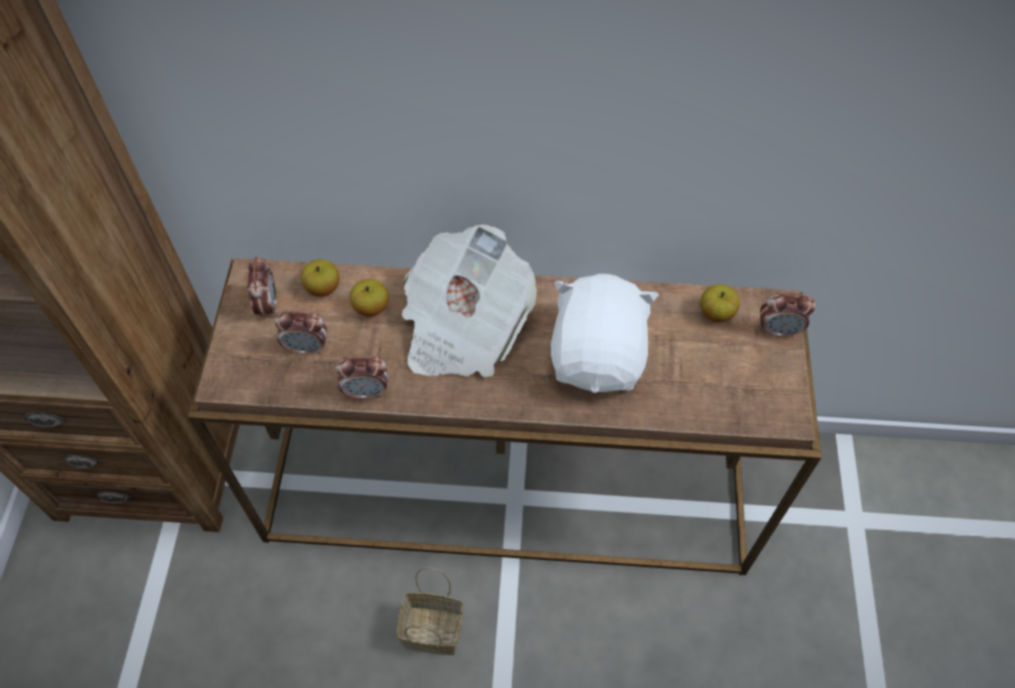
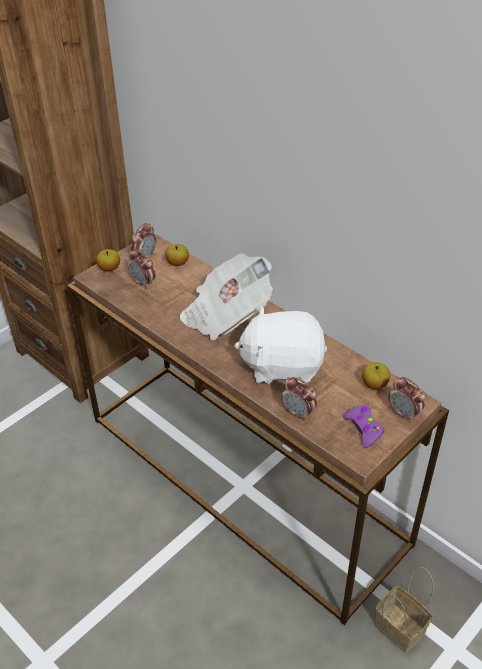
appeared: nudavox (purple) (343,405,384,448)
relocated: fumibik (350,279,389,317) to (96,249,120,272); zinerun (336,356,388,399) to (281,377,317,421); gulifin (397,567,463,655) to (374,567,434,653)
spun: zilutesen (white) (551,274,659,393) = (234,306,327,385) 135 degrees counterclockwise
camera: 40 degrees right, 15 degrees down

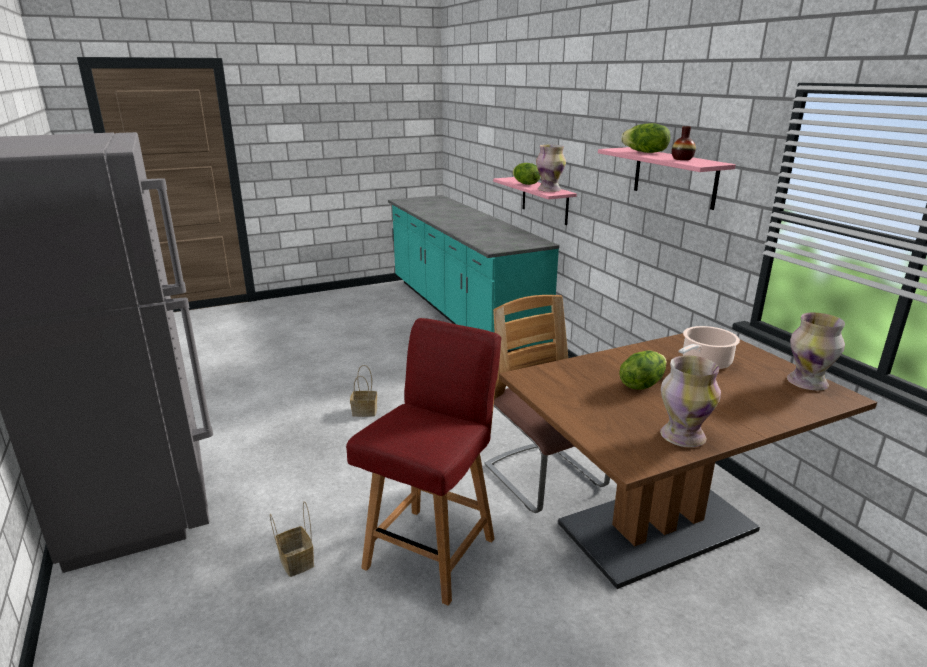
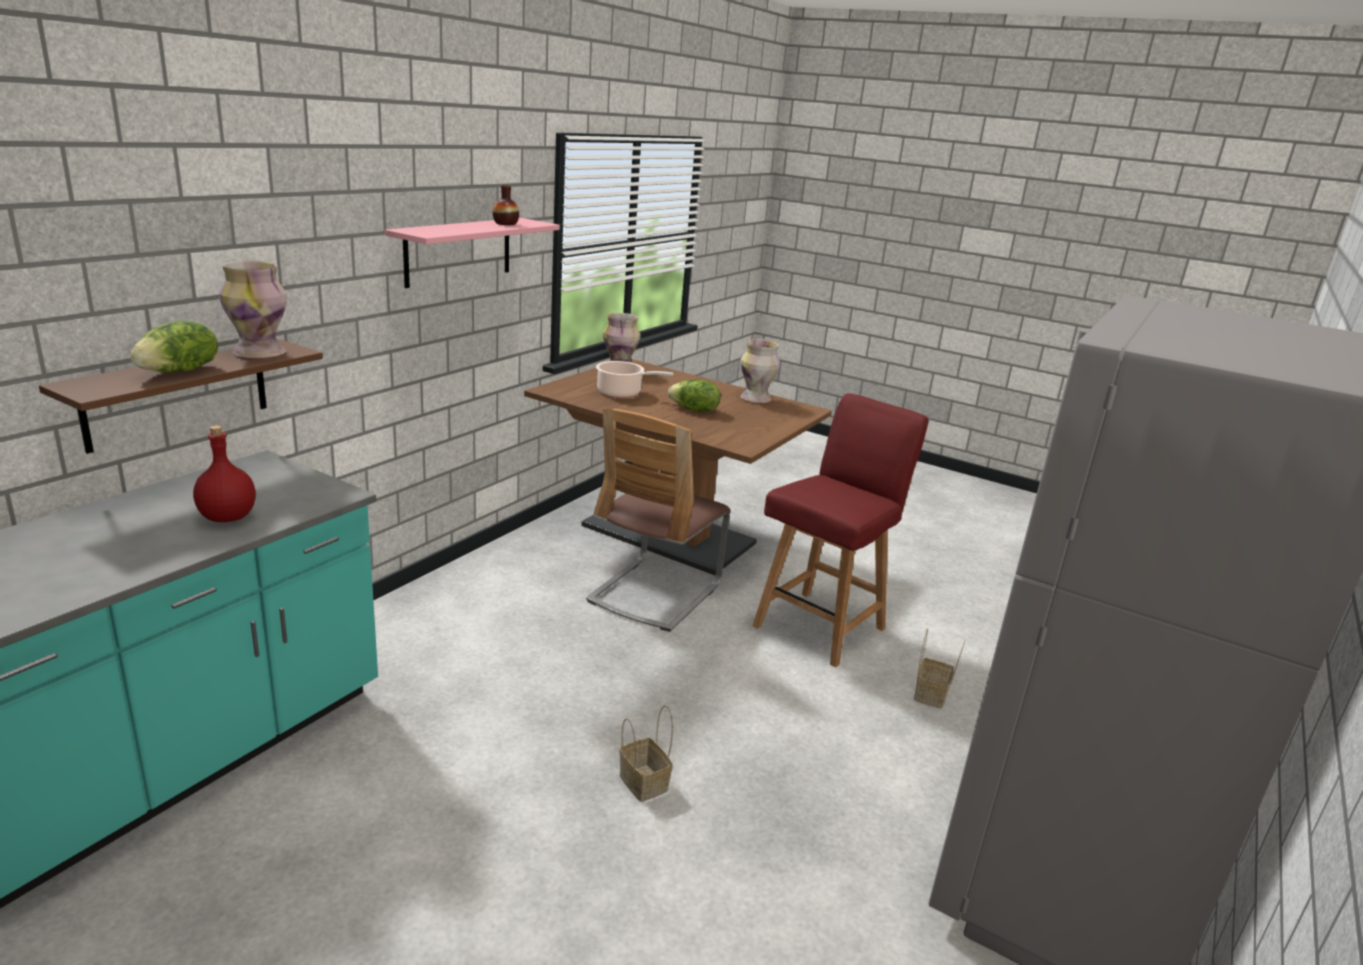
missing: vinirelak (621,123,671,153)
appeared: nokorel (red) (193,425,256,522)
colour: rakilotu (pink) (493,177,577,225) to rakilotu (brown) (39,340,323,454)
spun: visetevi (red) (346,318,502,606) = (753,393,929,668) 135 degrees clockwise
camera: 125 degrees left, 0 degrees up

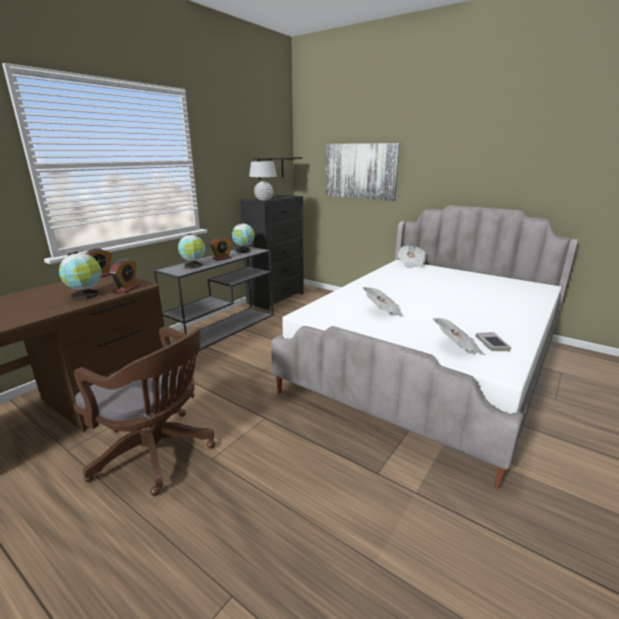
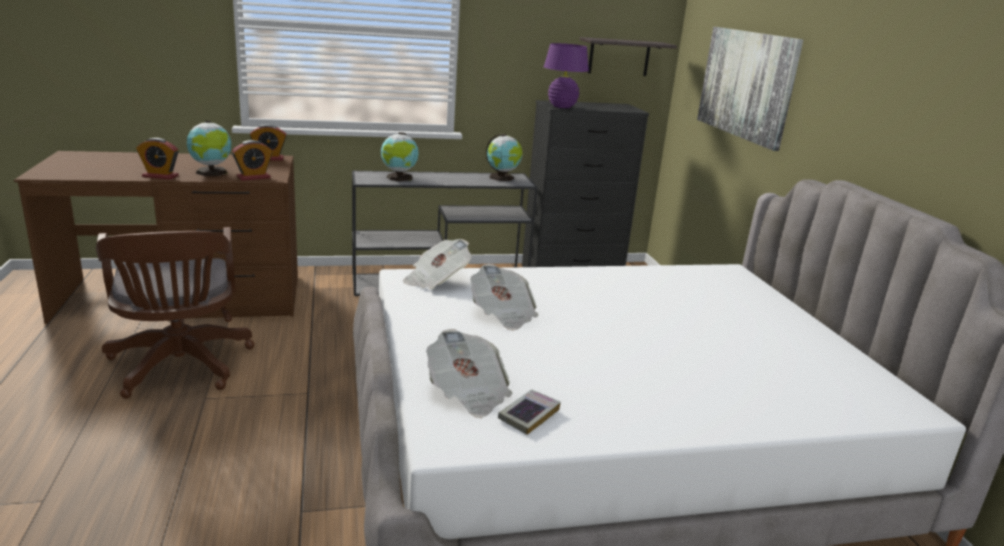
relocated: zinerun (210,237,232,260) to (136,138,179,180); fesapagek (397,245,426,268) to (403,239,472,289)
colour: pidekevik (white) (249,161,277,201) to pidekevik (purple) (544,43,589,108)
camera: 40 degrees right, 0 degrees up

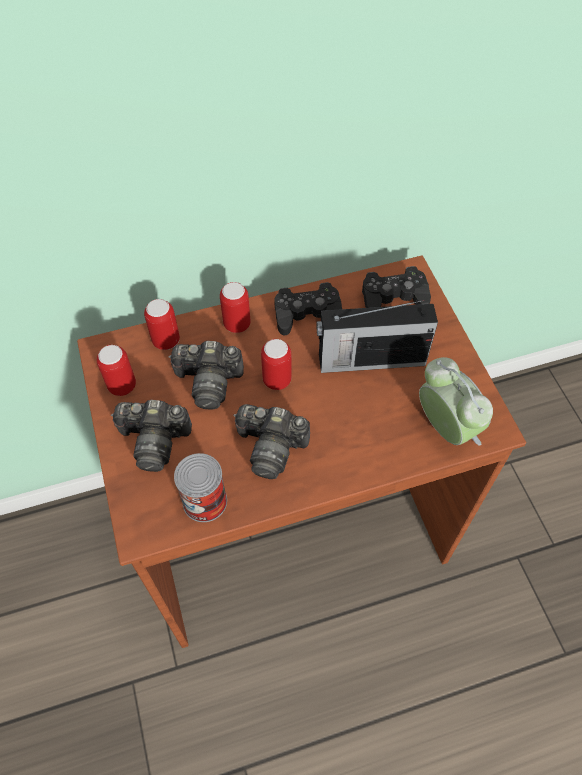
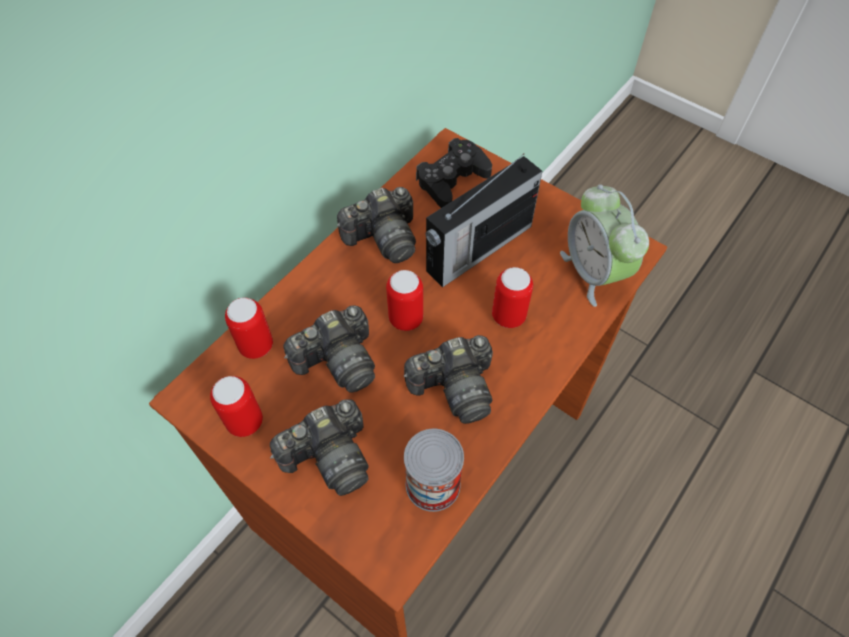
relocated: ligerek (220,282,251,333) to (492,267,533,328)
exchanged: nudavox (black) (274,282,342,336) to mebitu (337,187,416,263)
spun: zinerun (419,357,493,446) = (560,184,649,307) 135 degrees counterclockwise
camera: 35 degrees left, 0 degrees up

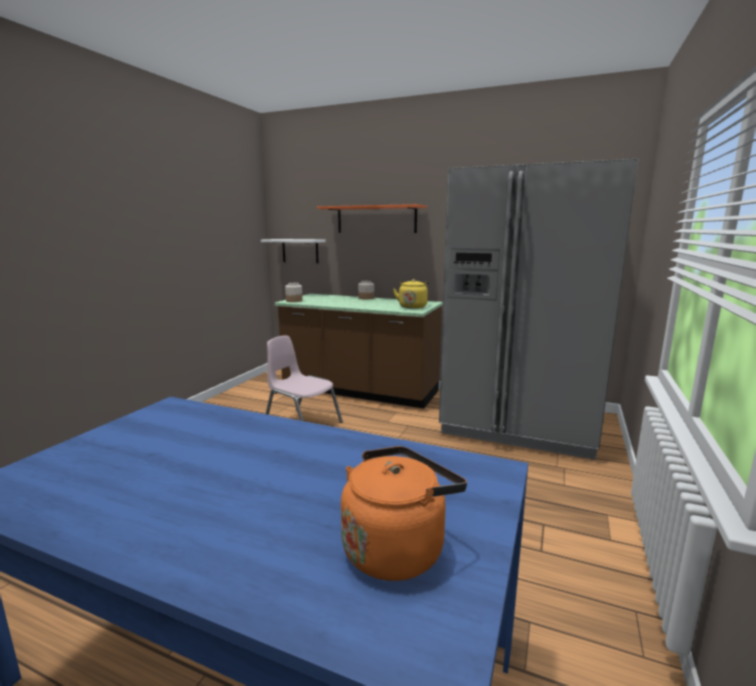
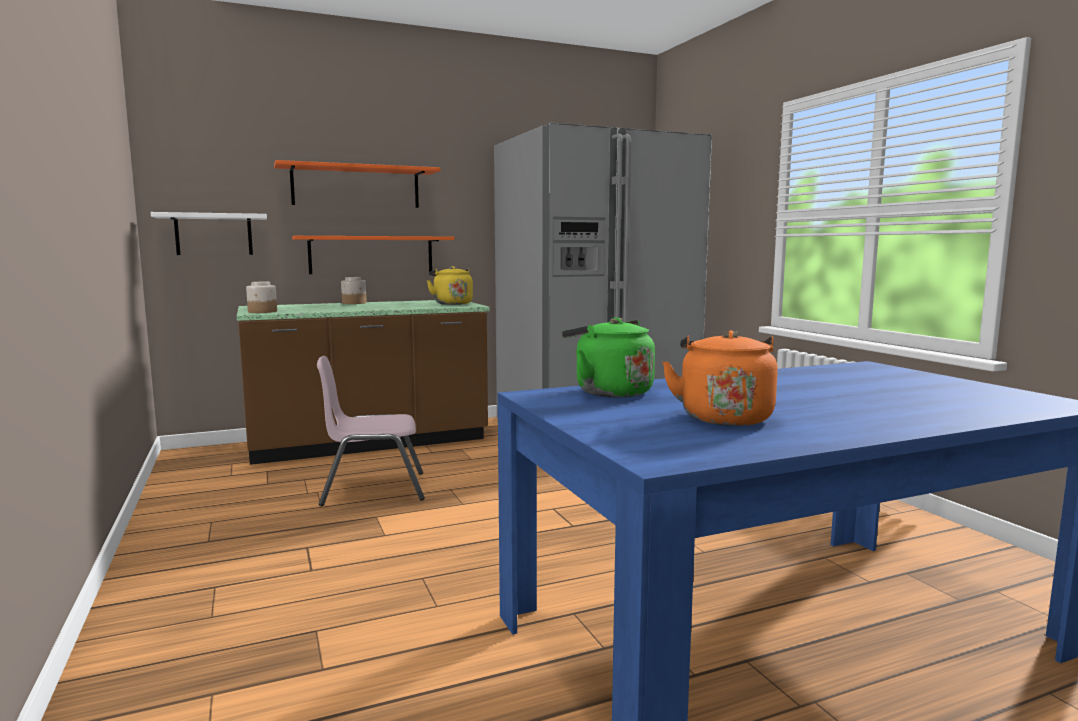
appeared: rakilotu (orange) (292,236,454,274); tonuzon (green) (562,317,655,398)
relocated: tonuzon (orange) (341,446,467,581) to (662,330,778,426)
camera: 45 degrees left, 5 degrees down

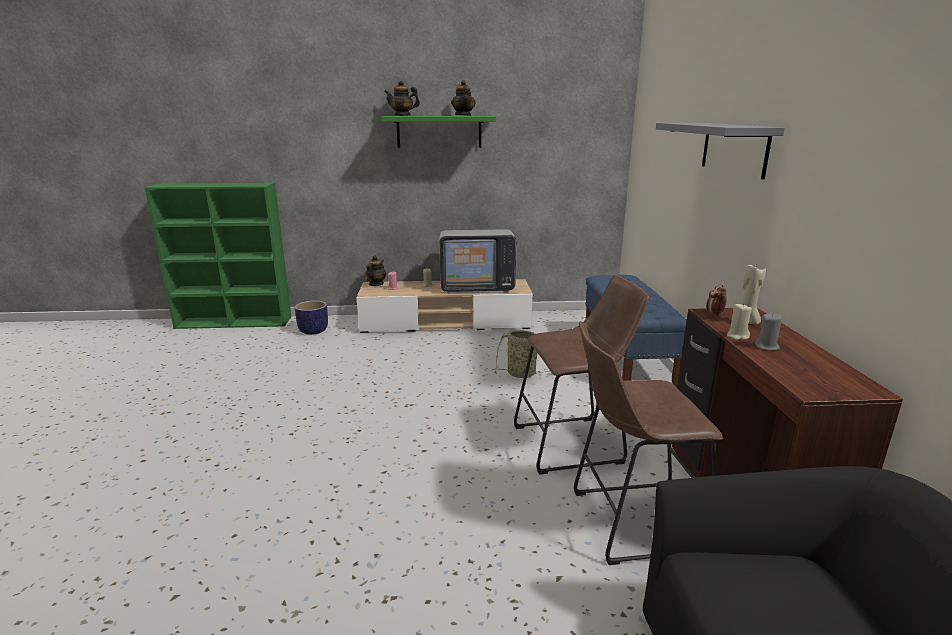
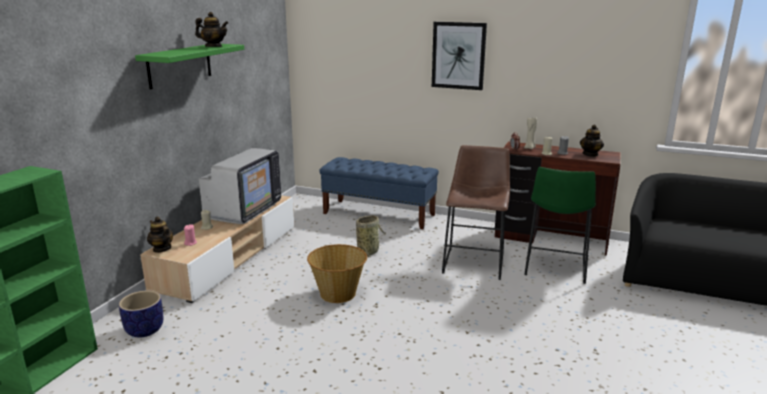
appeared: gulifin (307,244,367,303)
relocated: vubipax (384,81,420,116) to (580,125,604,157)
exchanged: rakilotu (grey) (656,123,785,180) to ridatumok (432,22,487,90)
colour: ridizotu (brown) (574,321,723,565) to ridizotu (green) (524,167,596,284)
camera: 65 degrees left, 0 degrees up

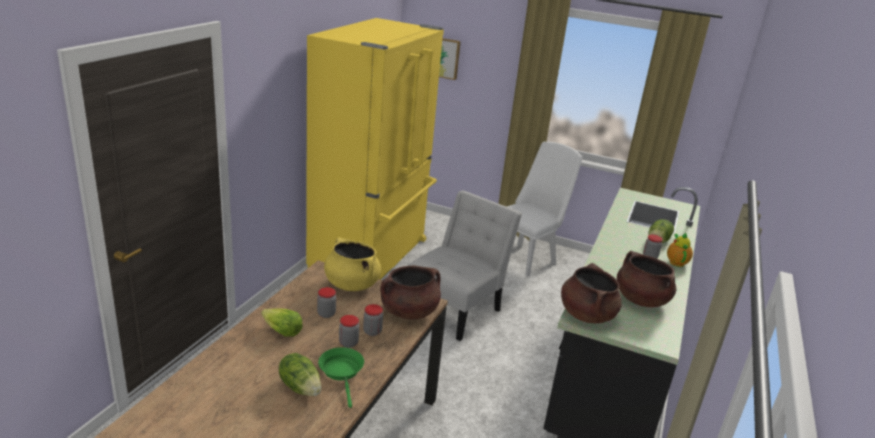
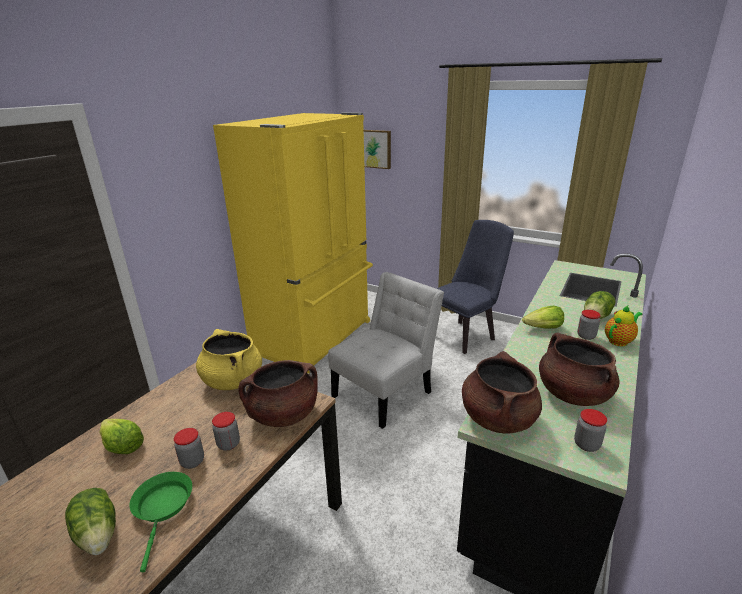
appeared: vinirelak (522,306,564,328)
relocated: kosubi (317,287,336,318) to (574,409,607,452)
colour: visetevi (white) (507,141,582,276) to visetevi (blue) (436,220,514,354)
spun: vubipax (667,232,693,267) = (605,306,642,346) 45 degrees clockwise
camera: 10 degrees right, 0 degrees up

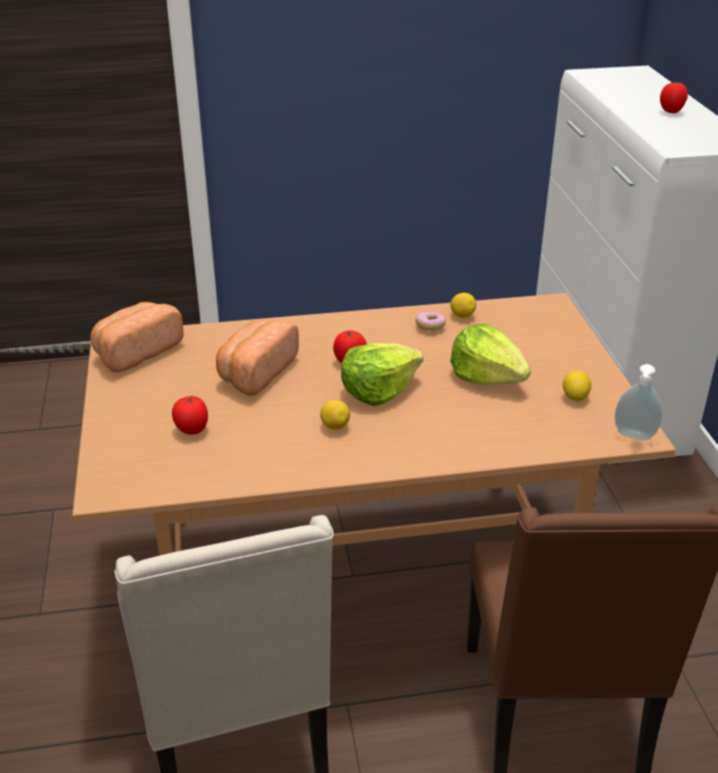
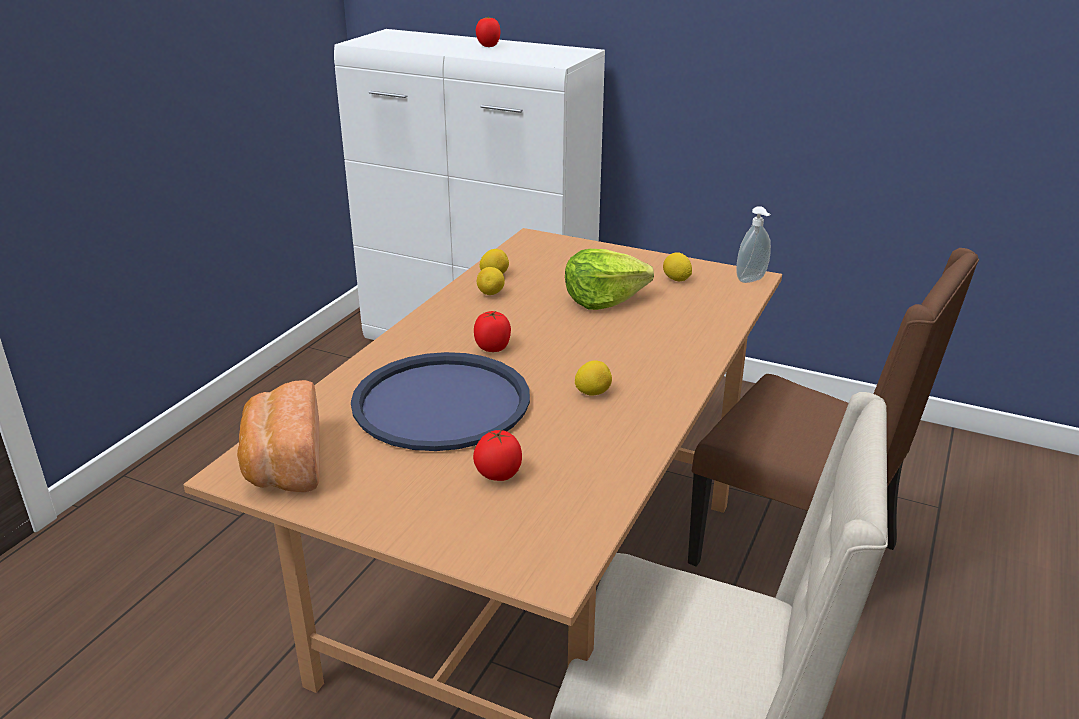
missing: vinirelak (341,343,423,406)
exchanged: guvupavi (216,320,299,396) to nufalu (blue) (351,352,530,451); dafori (416,312,446,331) to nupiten (477,267,505,295)
camera: 55 degrees left, 5 degrees down

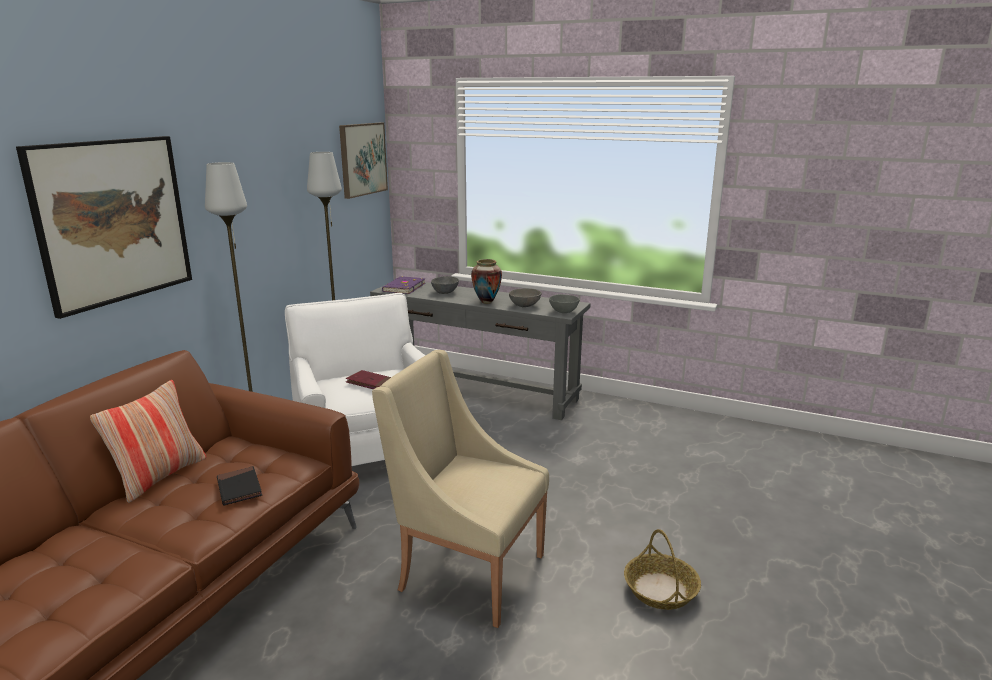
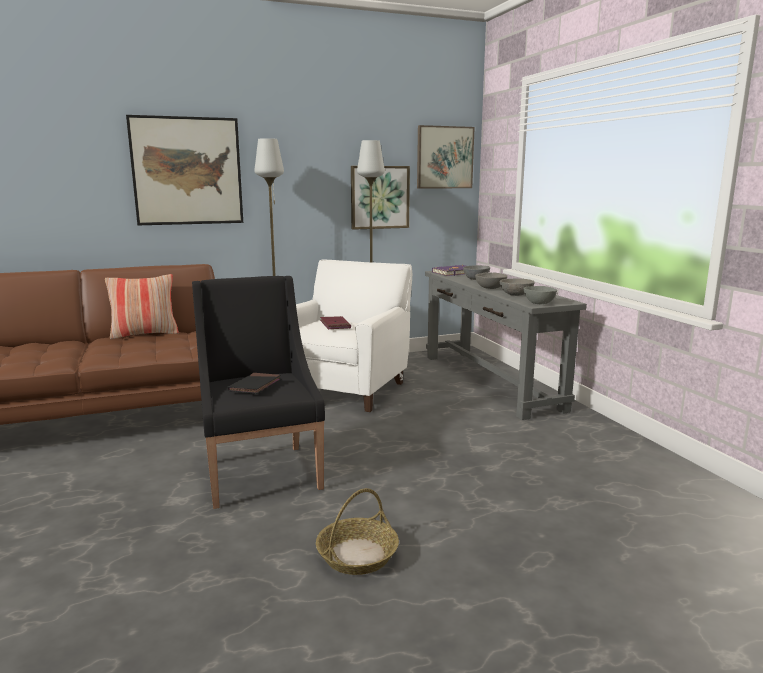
appeared: ridatumok (351,166,410,230)
relocated: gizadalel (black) (217,466,262,506) to (227,373,282,394)
exchanged: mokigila (471,259,502,304) to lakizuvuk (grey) (475,273,507,289)
colour: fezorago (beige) (372,350,549,628) to fezorago (black) (192,276,325,509)
camera: 45 degrees right, 5 degrees down

